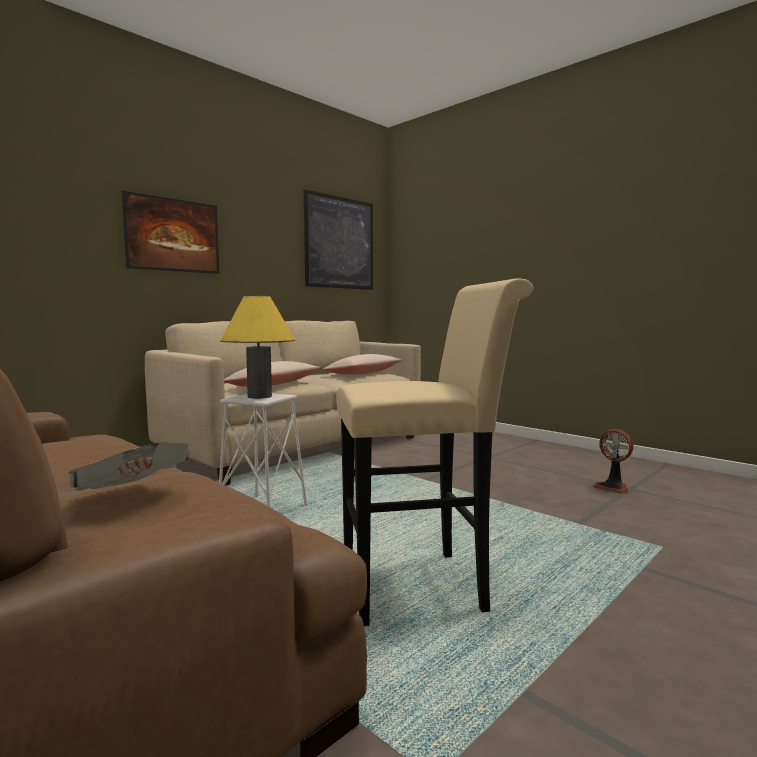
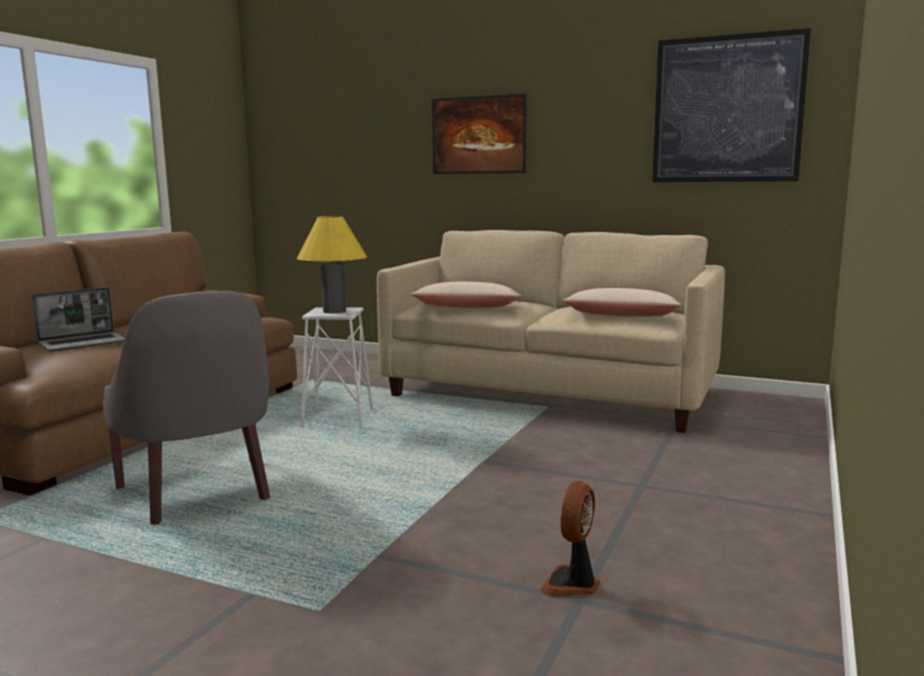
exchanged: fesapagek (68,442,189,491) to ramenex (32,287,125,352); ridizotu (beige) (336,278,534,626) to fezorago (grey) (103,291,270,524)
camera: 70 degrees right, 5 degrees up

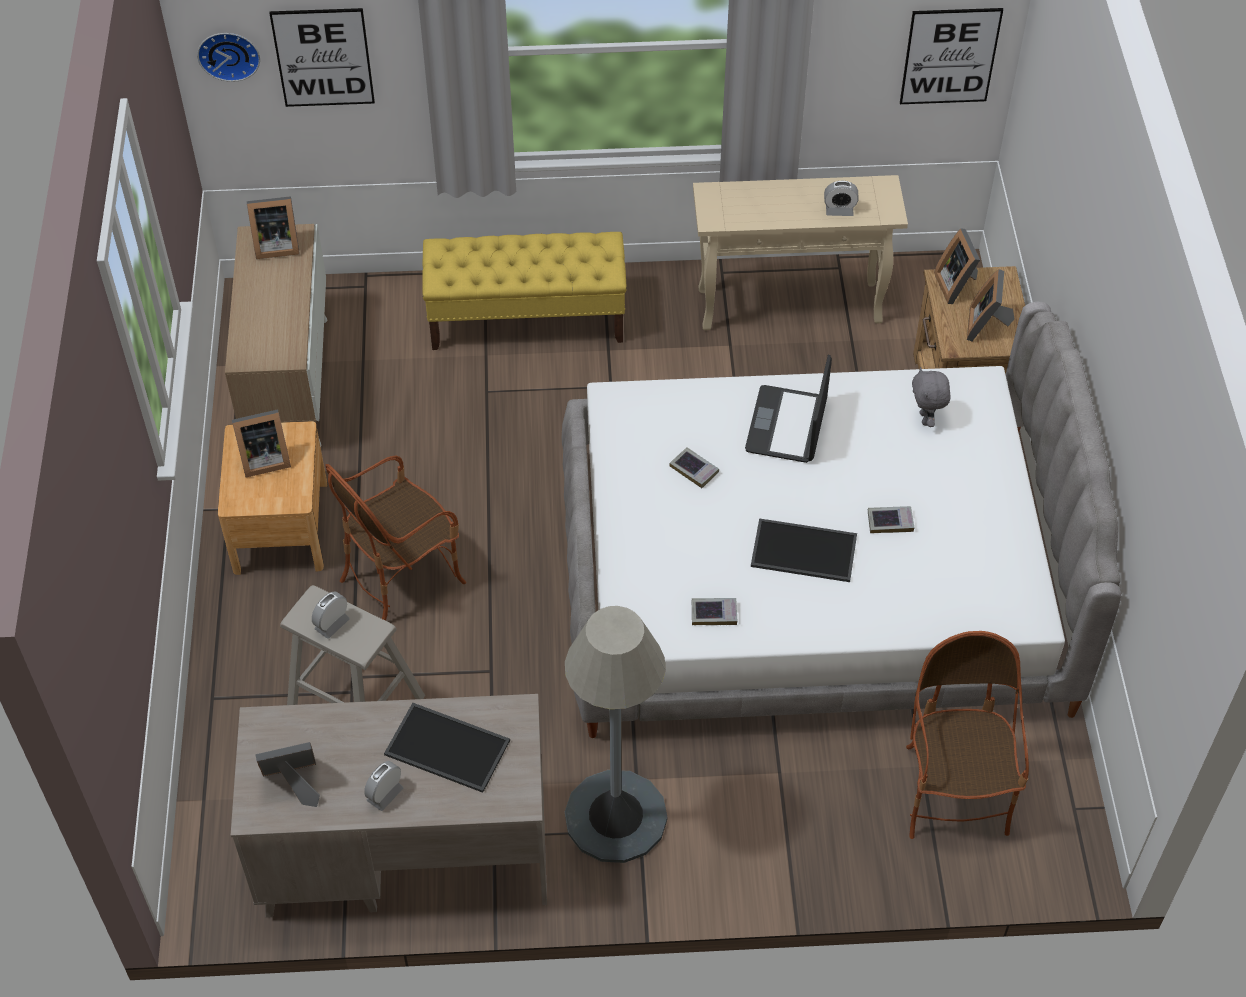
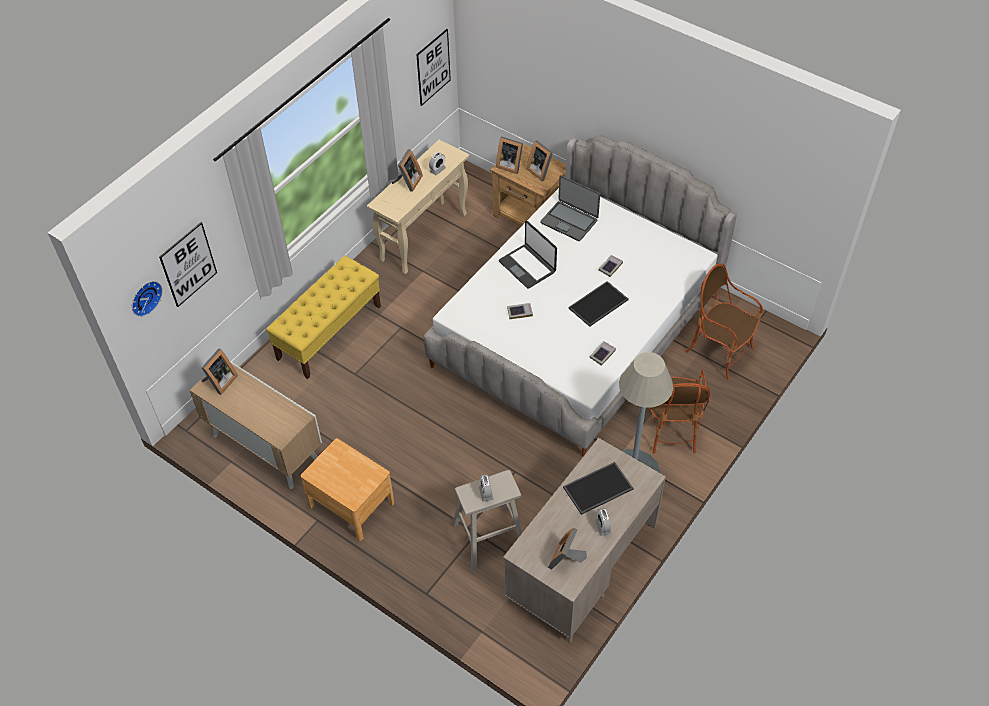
relocated: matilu (232,409,291,478) to (392,149,423,192); fezorago (325,456,466,621) to (649,369,710,454)
exchanged: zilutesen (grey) (912,367,951,427) to ramenex (540,175,600,241)
camera: 50 degrees left, 0 degrees up

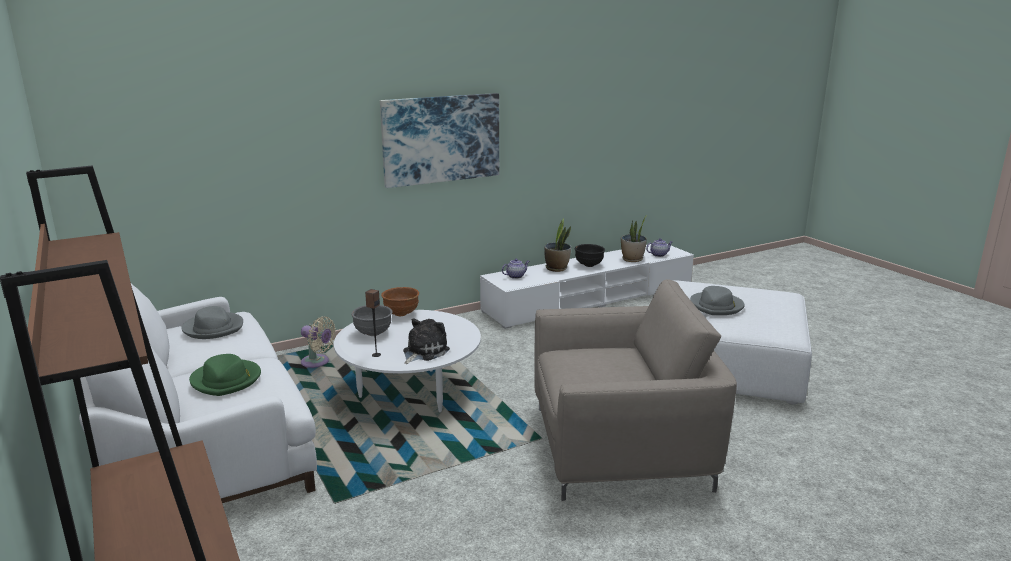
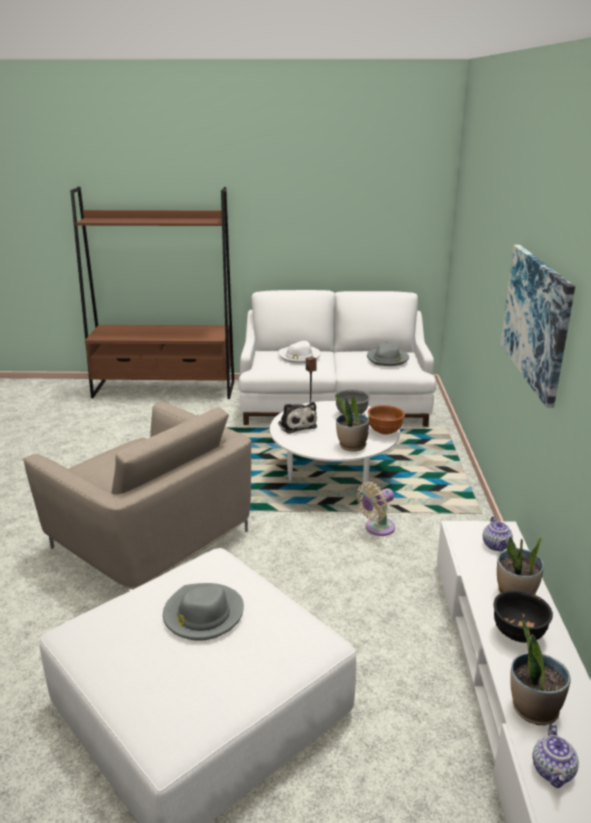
appeared: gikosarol (336,393,369,451)
relocated: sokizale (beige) (301,317,336,368) to (357,482,395,536)
colour: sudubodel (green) (189,354,261,396) to sudubodel (white) (278,341,320,363)
spun: fezorago (beige) (534,279,737,501) = (23,402,251,591) 75 degrees counterclockwise
camera: 120 degrees right, 5 degrees up

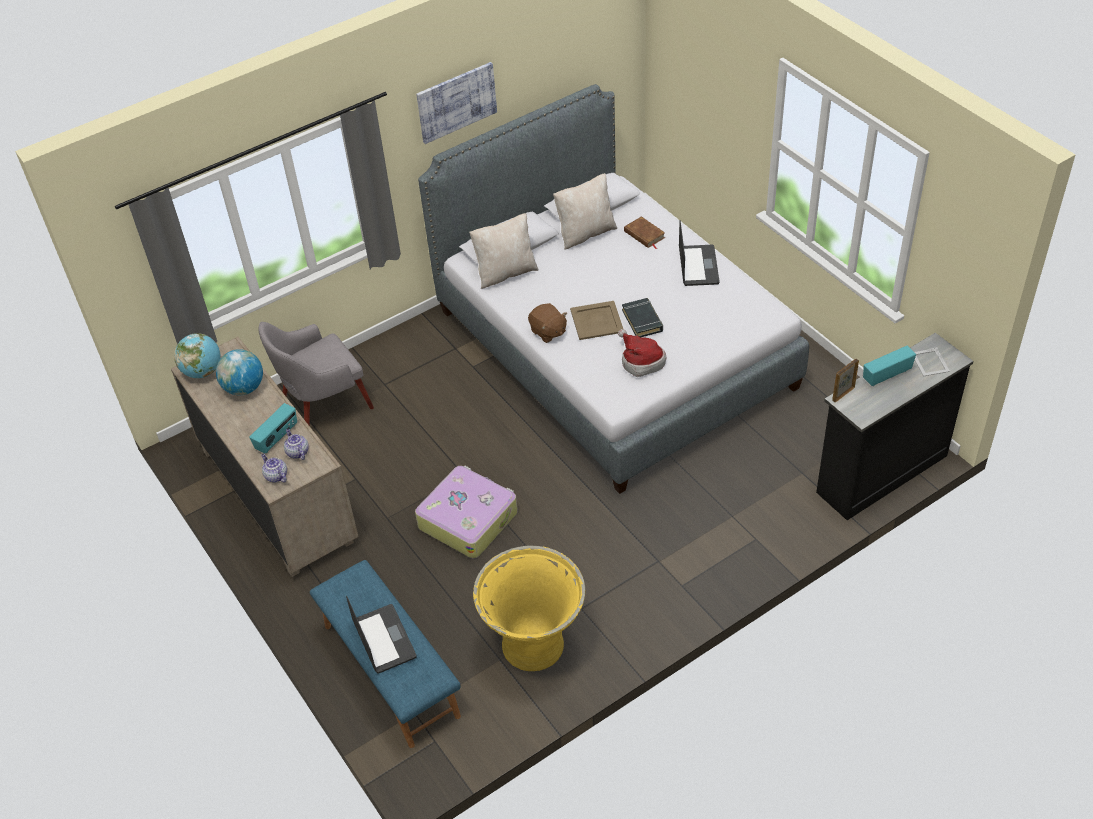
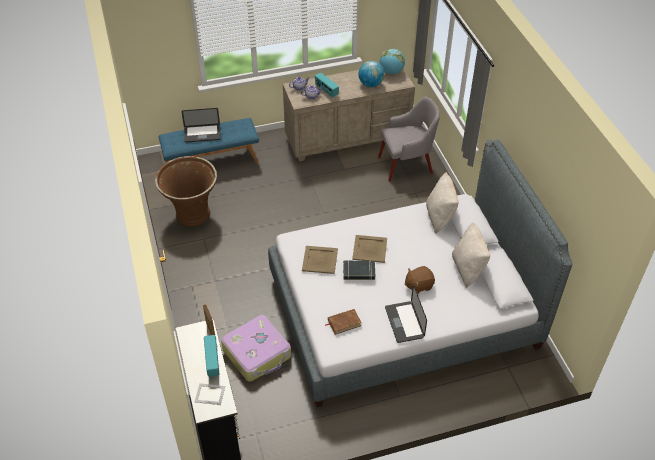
missing: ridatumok (416,62,497,144)
relocated: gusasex (415,465,518,558) to (221,315,291,382); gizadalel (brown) (624,216,665,249) to (325,309,362,335); zilutesen (brown) (528,303,567,343) to (404,266,435,294)
exchanged: sudubodel (618,329,666,377) to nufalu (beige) (302,246,338,274)
colour: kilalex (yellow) (473,546,585,671) to kilalex (brown) (155,156,217,227)
spun: fezorago (grey) (259,322,374,426) = (378,96,440,182) 90 degrees clockwise; ramenex (679,220,720,286) = (385,284,427,343) 60 degrees clockwise
camera: 105 degrees right, 0 degrees up

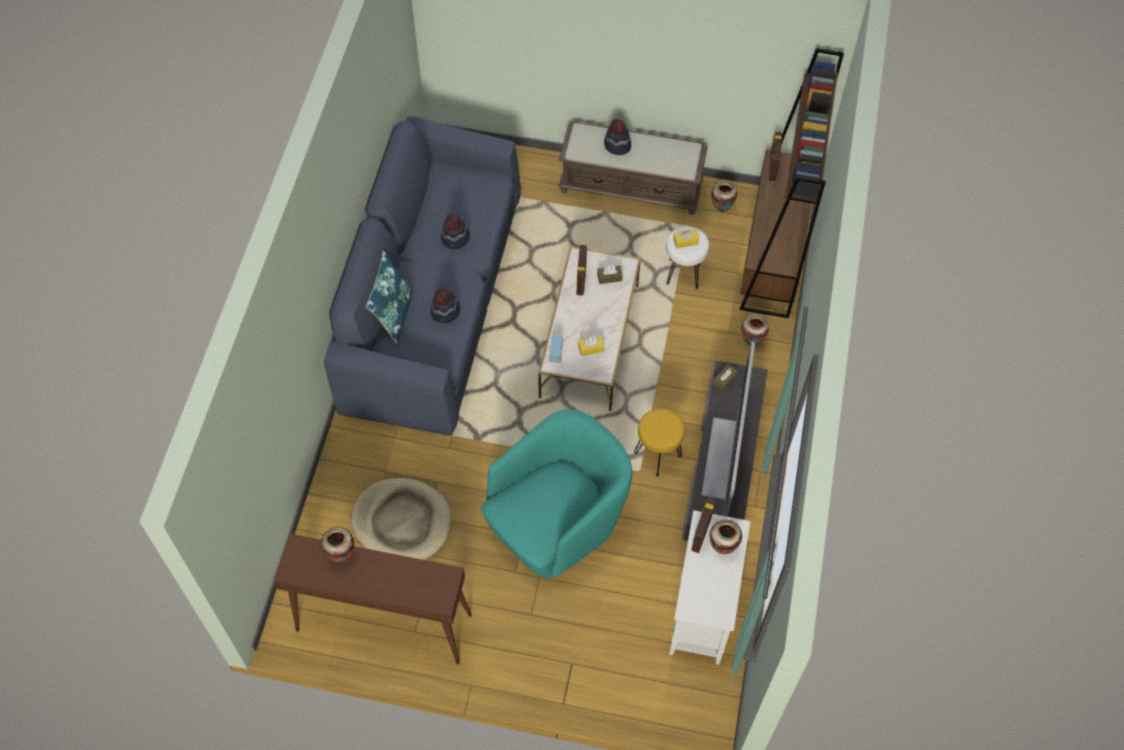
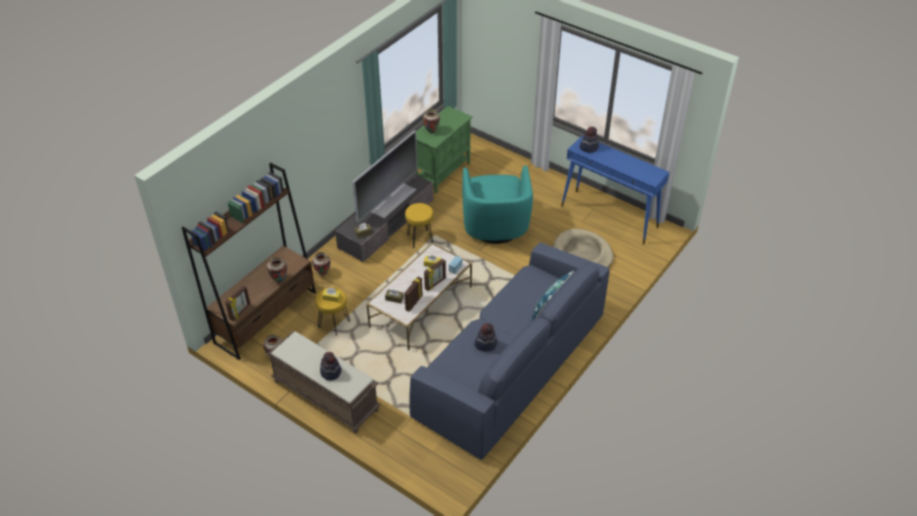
relocated: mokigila (321,527,354,562) to (267,257,287,282); matilu (692,498,716,553) to (424,259,446,291); sudubodel (430,288,460,323) to (580,127,599,153)
colour: ridizotu (white) (666,226,709,289) to ridizotu (yellow) (315,287,350,336); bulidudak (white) (669,510,750,665) to bulidudak (green) (414,106,473,194); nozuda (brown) (274,534,472,664) to nozuda (blue) (561,135,669,245)
spun: fezorago (turquoise) (481,409,632,579) = (462,165,533,244) 75 degrees counterclockwise
camera: 155 degrees left, 15 degrees down

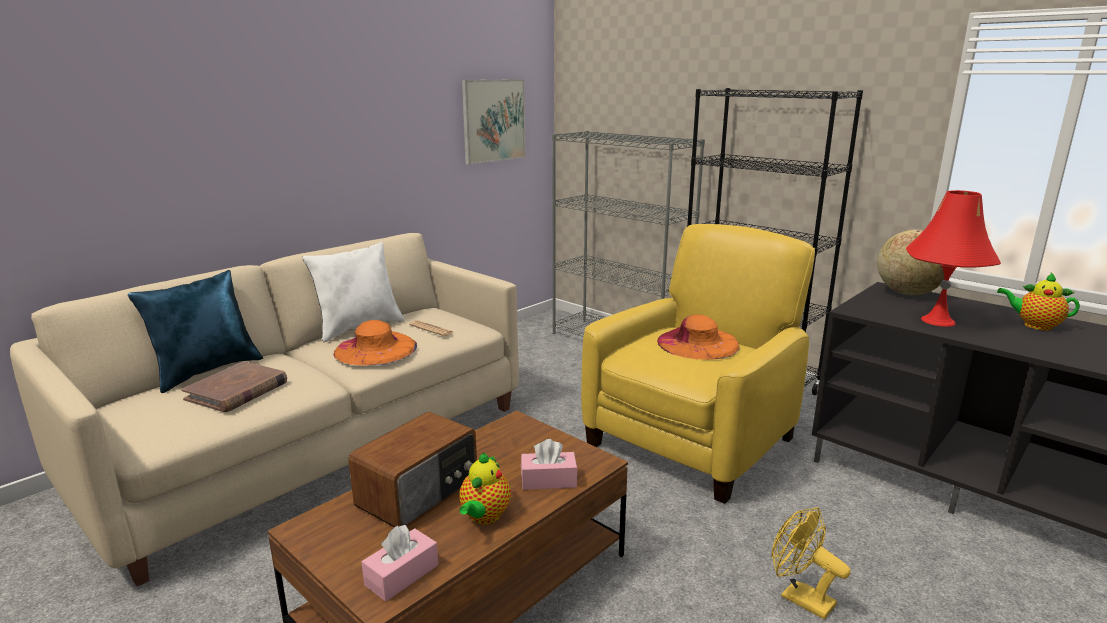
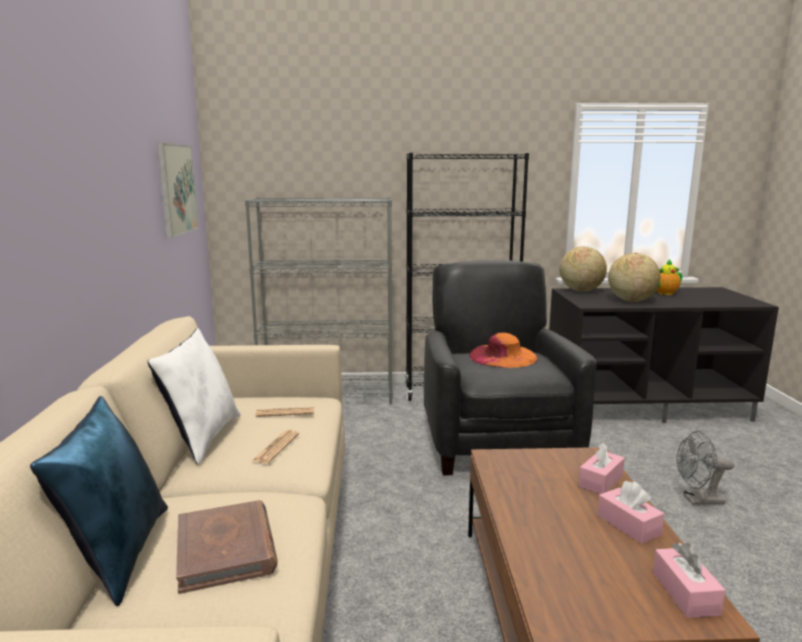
missing: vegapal (348,412,477,528)
exchanged: sudubodel (orange) (333,320,417,366) to fesapagek (252,430,299,463); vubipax (459,452,511,525) to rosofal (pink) (597,481,664,544); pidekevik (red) (906,190,1001,327) to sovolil (608,253,660,302)
colour: fezorago (yellow) (581,224,815,504) to fezorago (black) (424,260,596,476); sokizale (yellow) (771,507,851,620) to sokizale (grey) (677,431,734,504)
camera: 45 degrees left, 5 degrees down

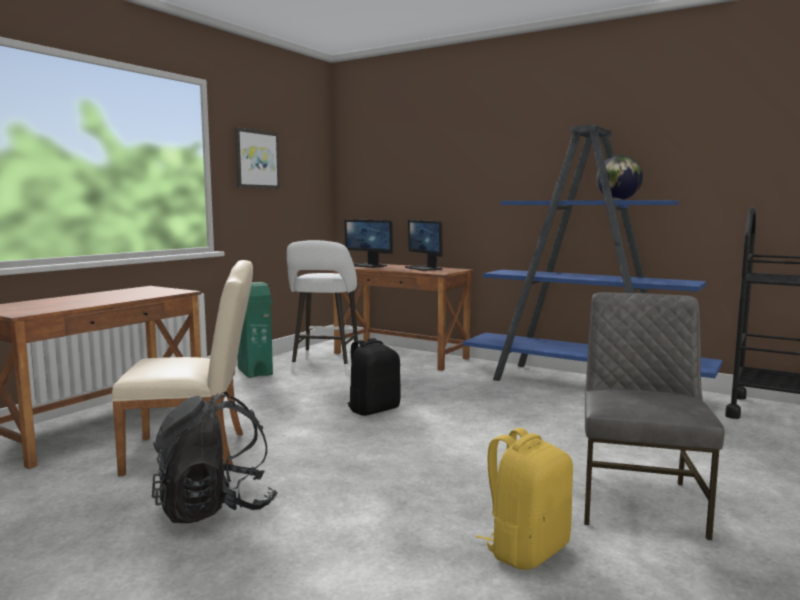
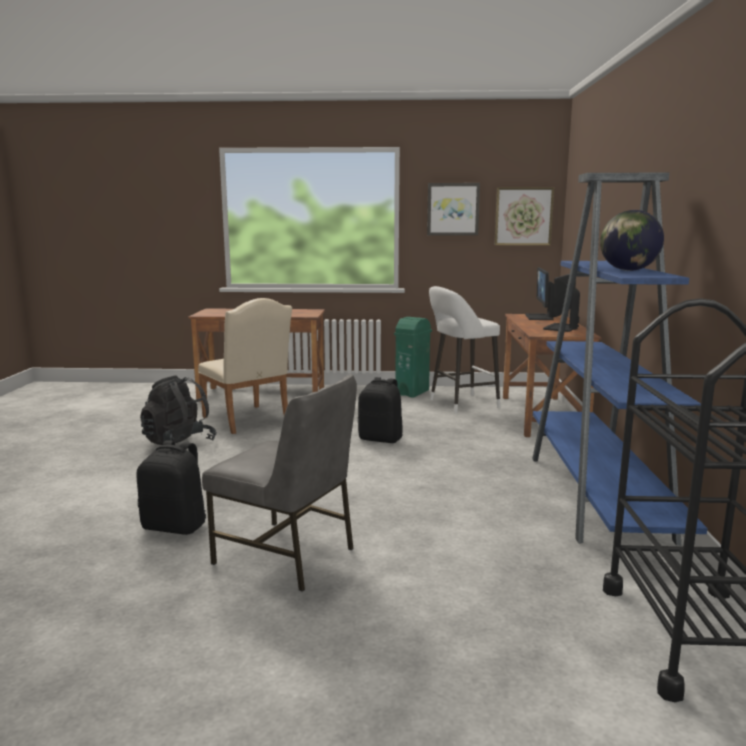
appeared: ridatumok (494,187,554,245)
colour: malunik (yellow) (476,428,573,570) to malunik (black) (137,441,206,535)
spun: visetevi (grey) (584,292,724,540) = (202,374,357,592) 45 degrees clockwise
camera: 60 degrees right, 5 degrees up

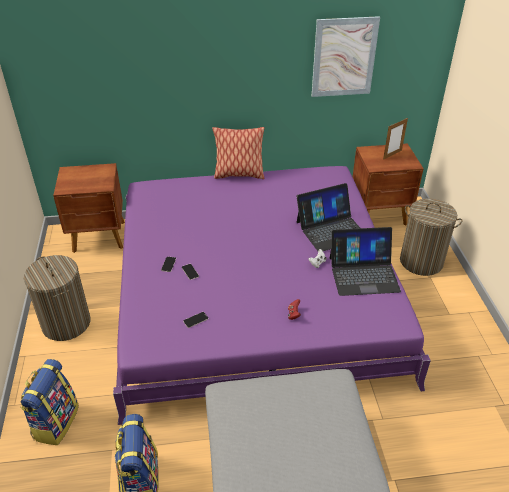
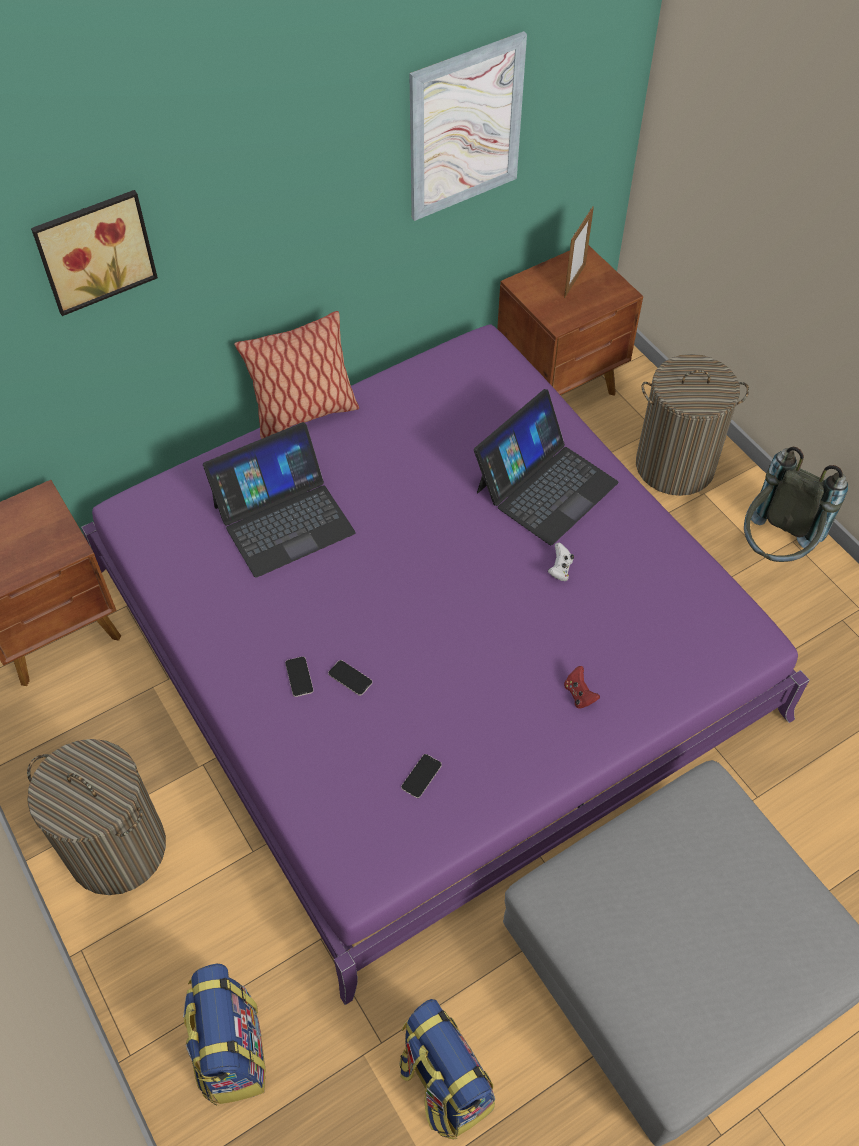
appeared: ridatumok (31,190,158,316); malunik (grey) (744,447,848,562)
relocated: ramenex (330,227,401,296) to (203,422,355,578)
camera: 25 degrees left, 15 degrees up

